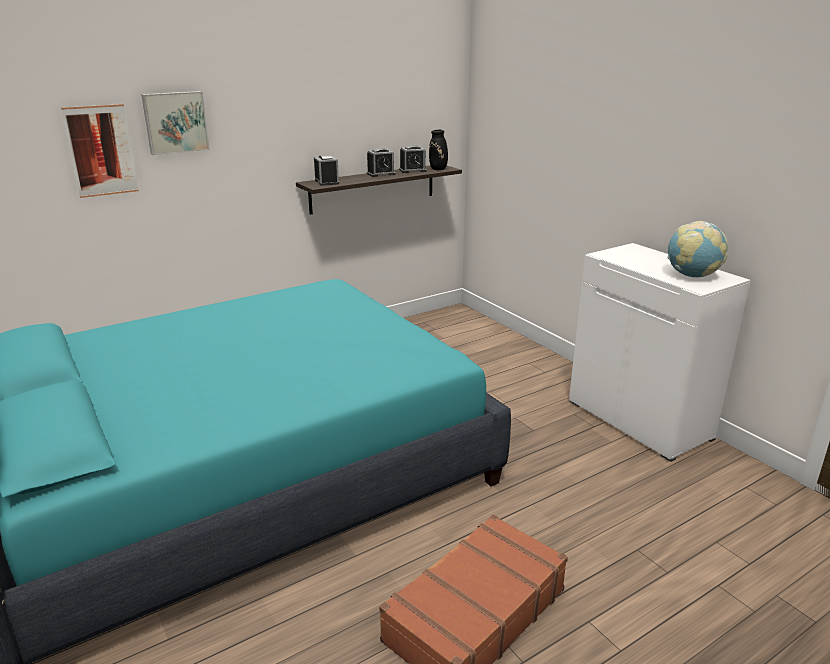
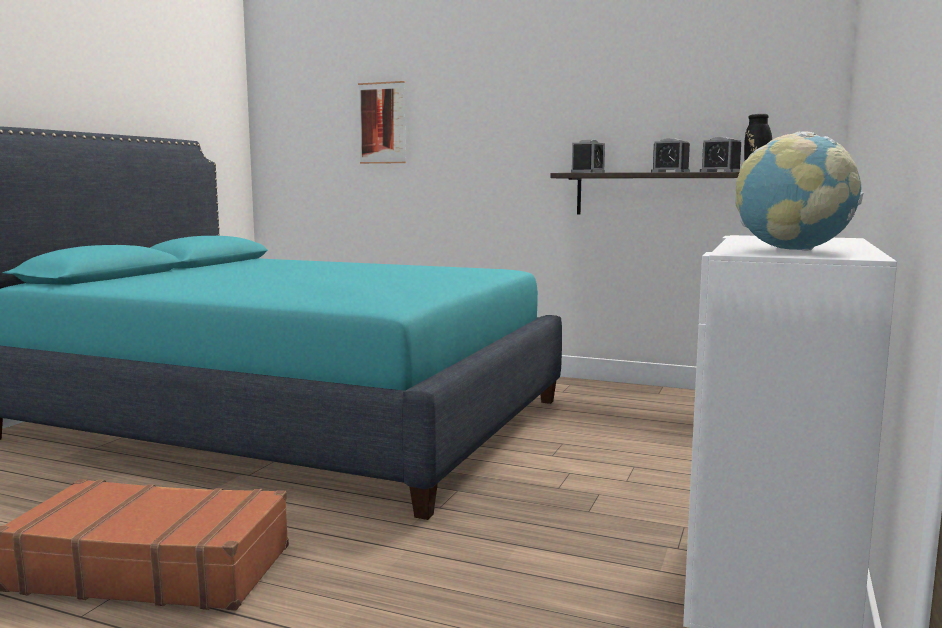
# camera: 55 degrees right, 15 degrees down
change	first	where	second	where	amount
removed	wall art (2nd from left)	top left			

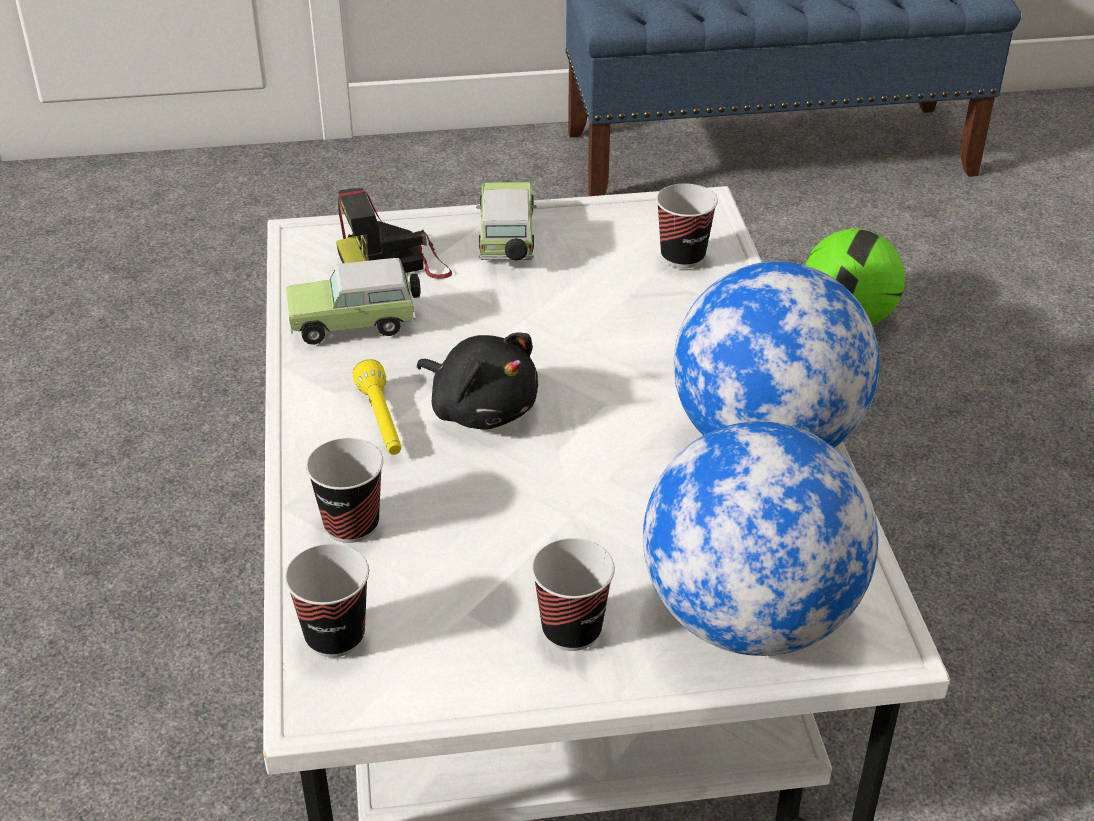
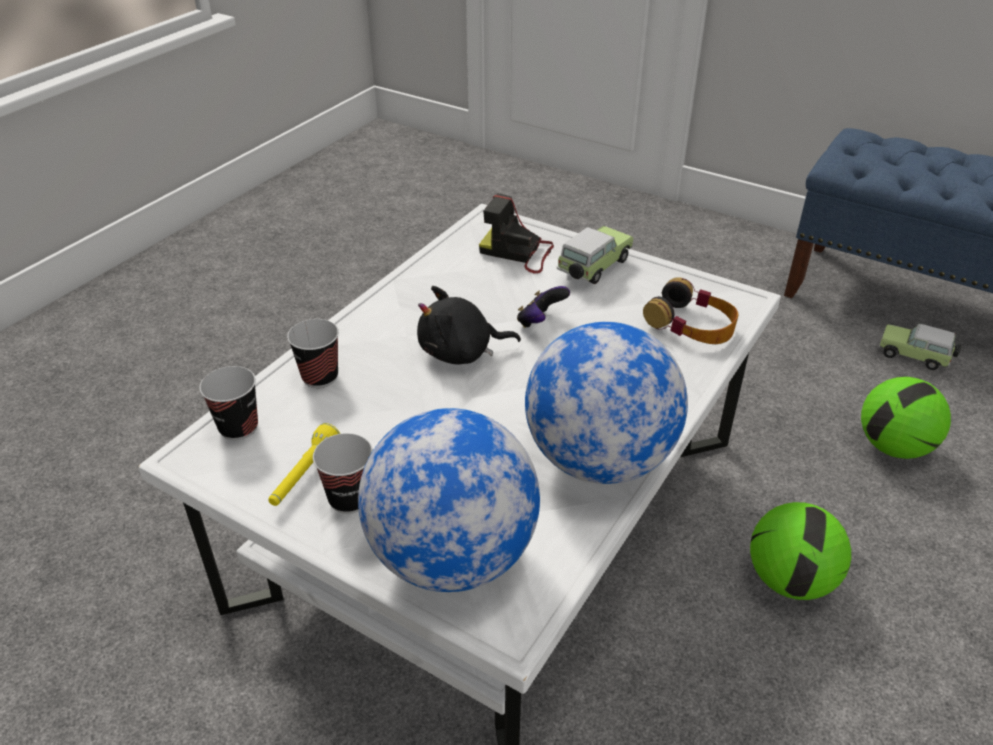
# camera: 40 degrees right, 0 degrees up
change	first	where	second	where	amount
moved	model car (1st from left in the first image)	middle left	model car (2nd from left)	middle right	
moved	yellowish torch	centre		middle left	
turned	black soft toy	centre		centre	90 degrees clockwise
replaced	drinking cup (4th from left)	top centre	headphones	middle right	
added			joypad	centre	
added			ball for football (1st from left)	bottom right	

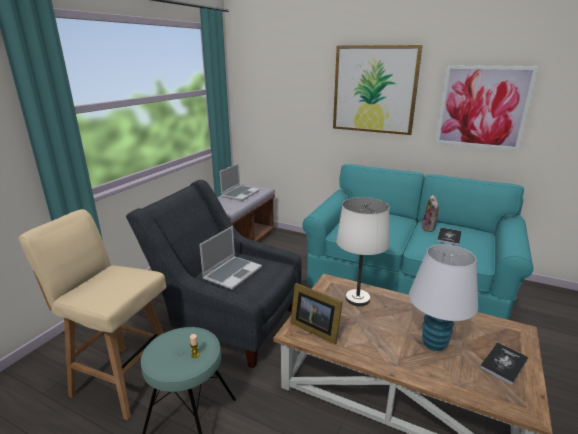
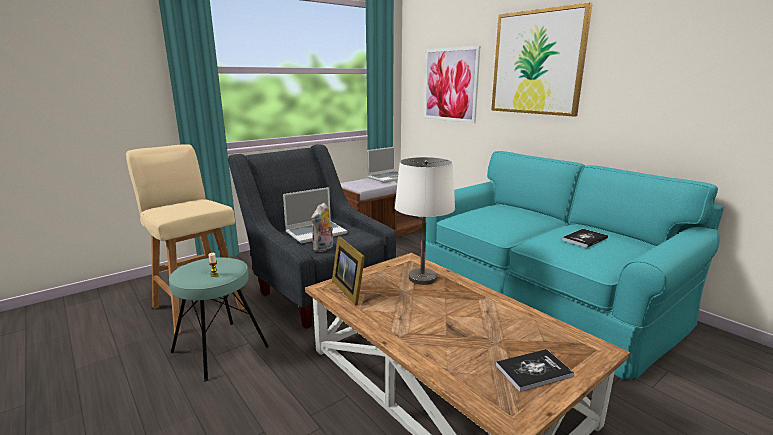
# camera: 25 degrees right, 5 degrees down
change	first	where	second	where	amount
removed	white lamp for a table (2nd from left)	bottom right			
moved	soft toy	middle right		centre	
moved	wall art (2nd from left in the first image)	top right	wall art (1st from left)	top centre	

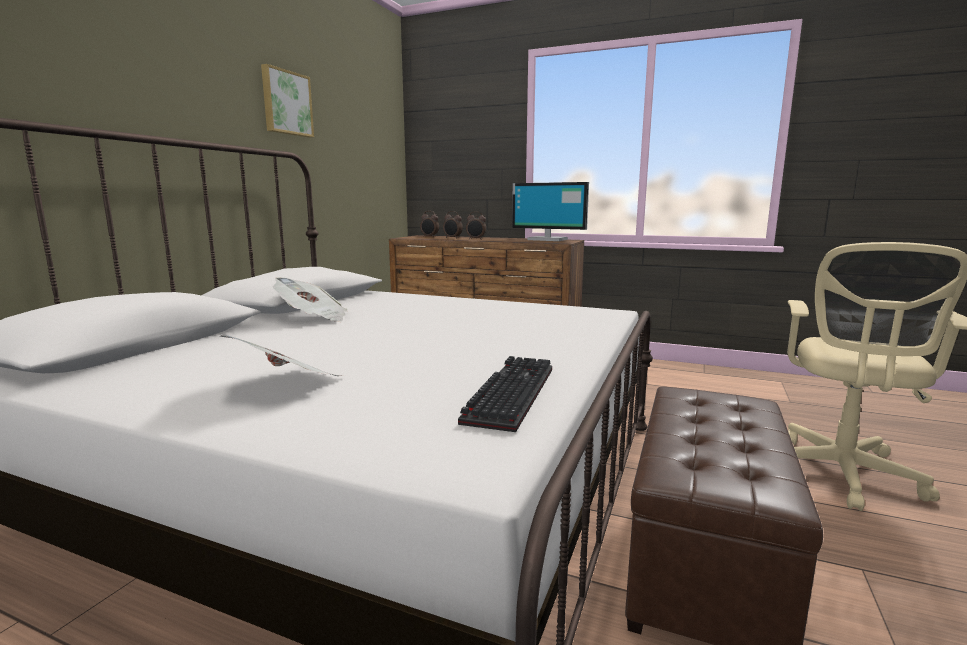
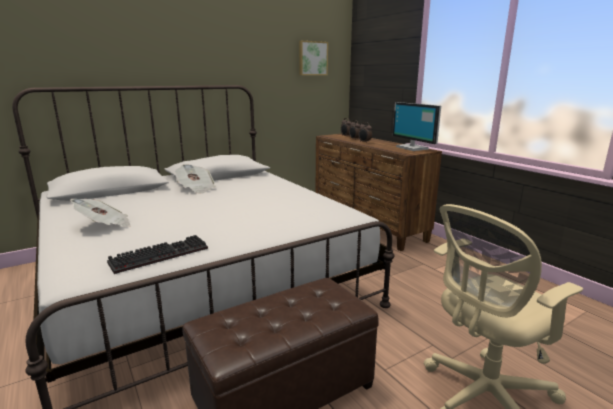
# camera: 35 degrees right, 5 degrees up
change	first	where	second	where	amount
moved	wall art	top left		top centre	

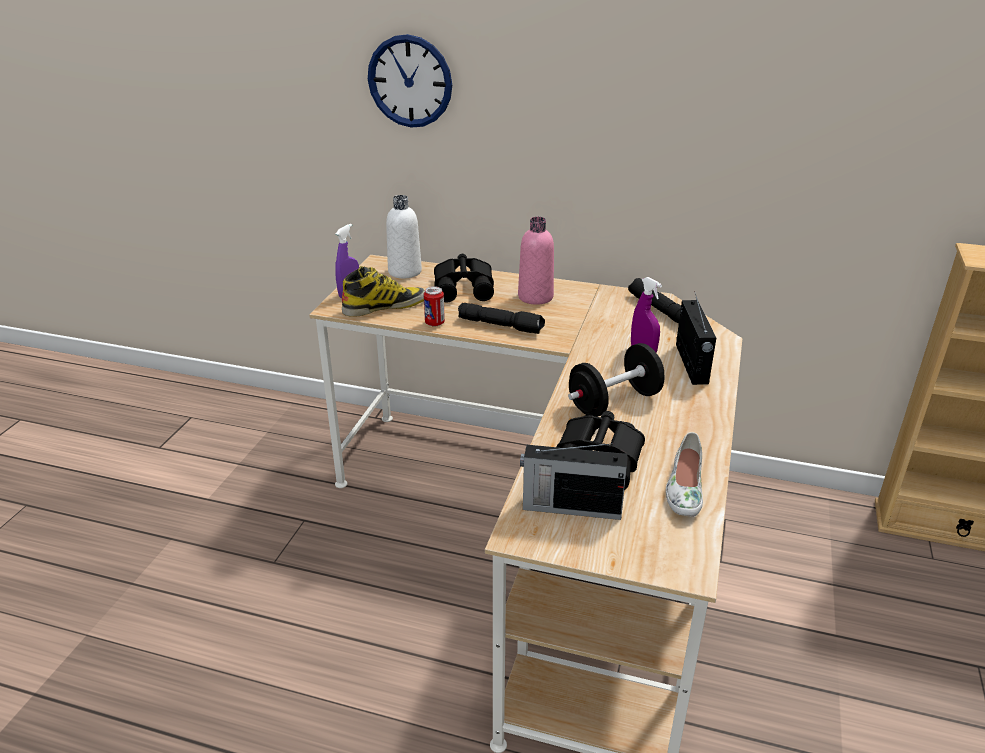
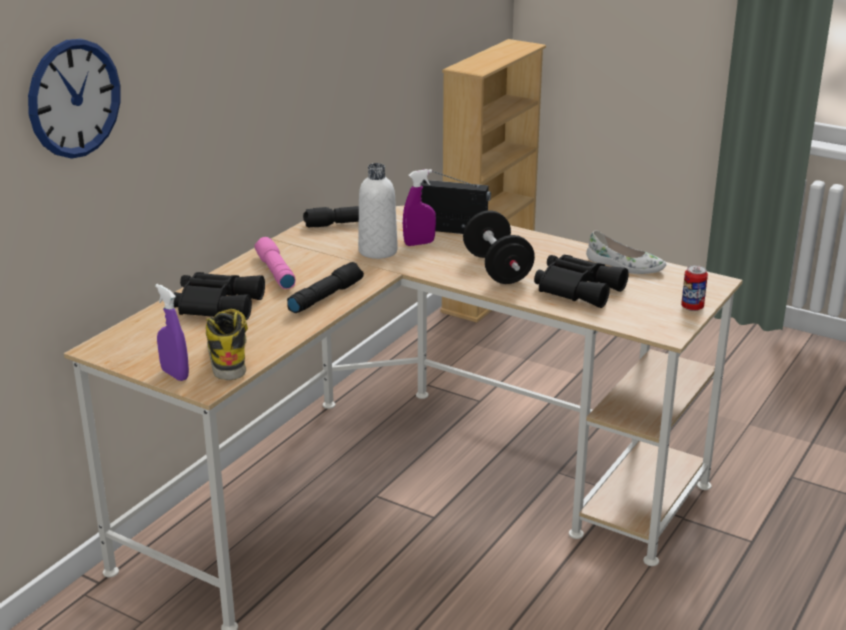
# camera: 75 degrees left, 5 degrees down
change	first	where	second	where	amount
moved	white beverage bottle	top centre		centre	
moved	can	centre		middle right	
replaced	pinkish beverage bottle	centre	pinkish torch	middle left	
removed	radio set (1st from left)	centre			

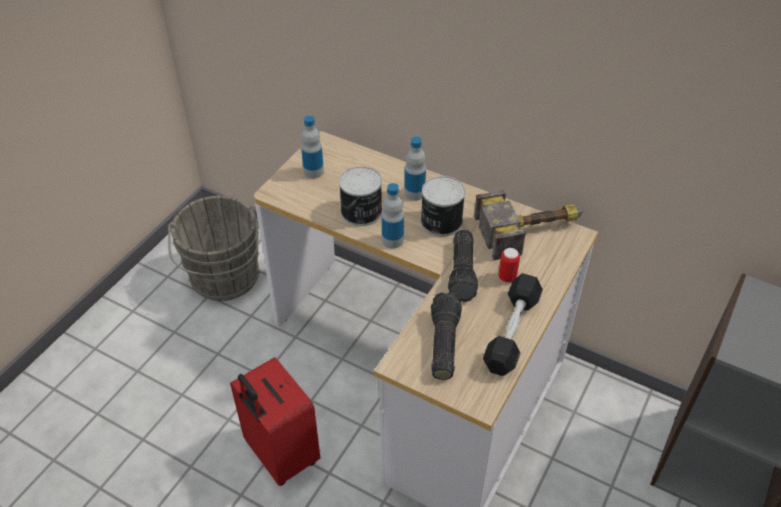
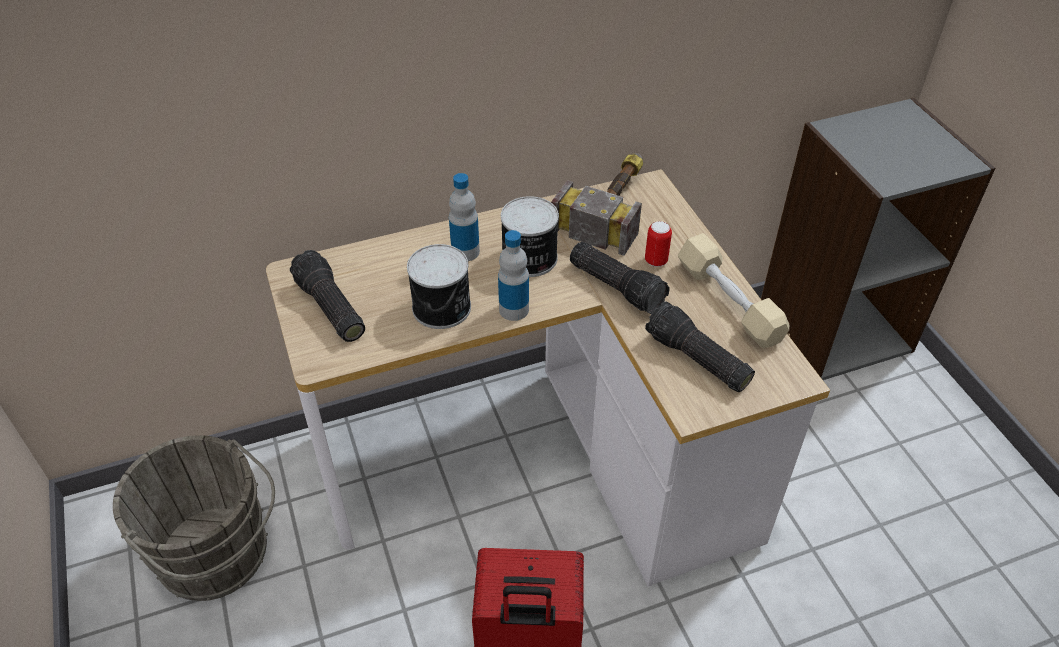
# camera: 50 degrees left, 0 degrees up
change	first	where	second	where	amount
replaced	beverage bottle (1st from left)	top centre	torch (1st from left)	middle left	
recoloured	black dumbbell	centre	sand-coloured dumbbell	middle right	

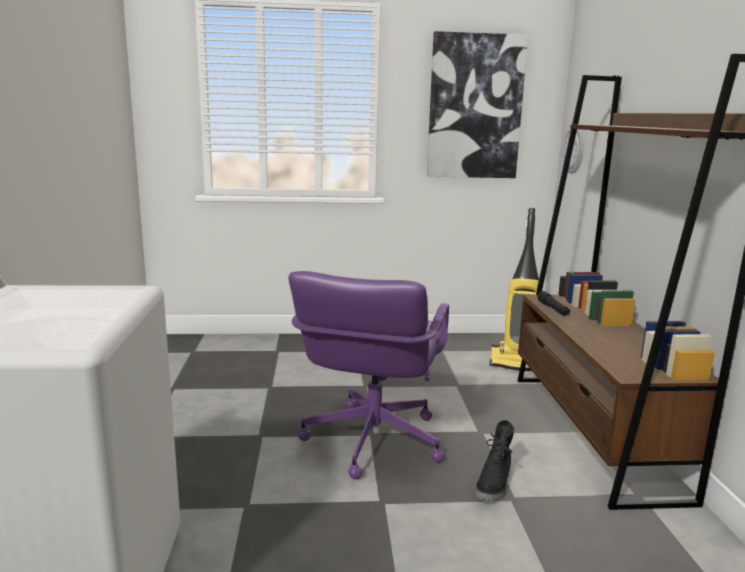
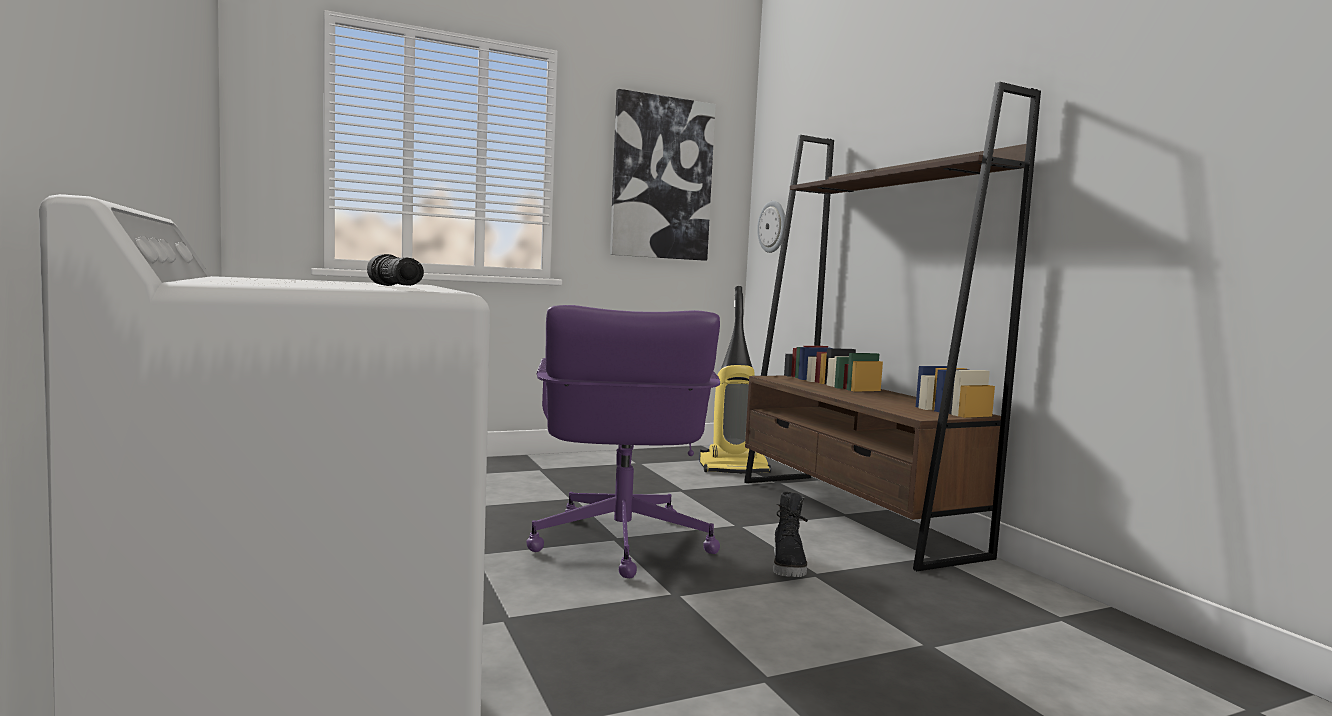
# camera: 20 degrees left, 10 degrees down
change	first	where	second	where	amount
moved	black torch	middle right		middle left	

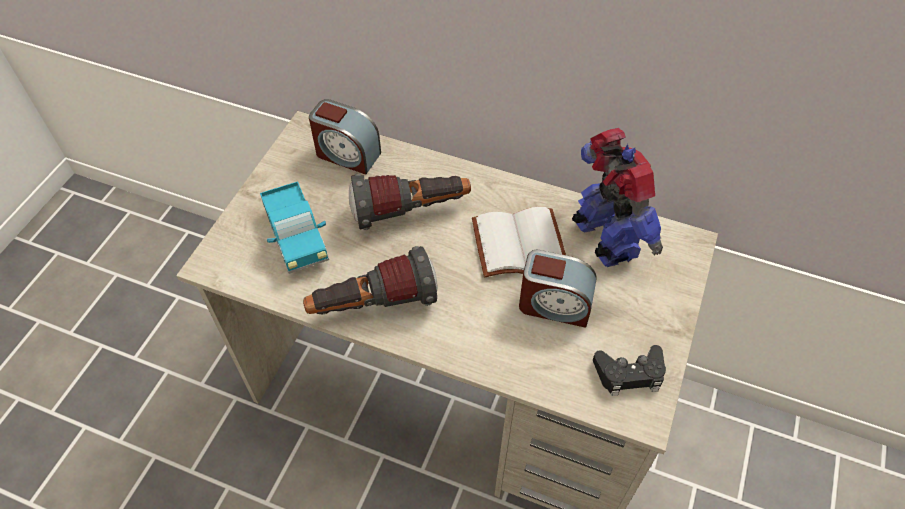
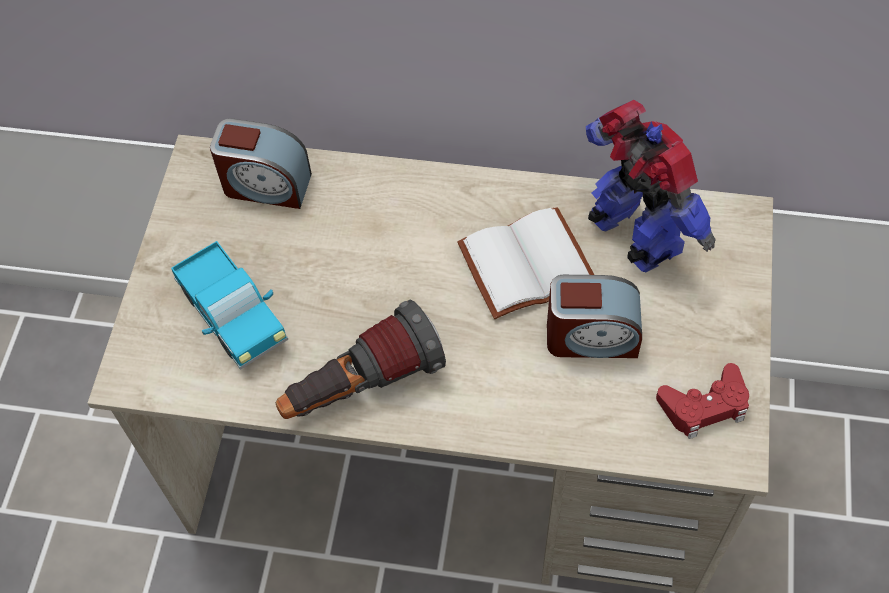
# camera: 10 degrees left, 5 degrees up
change	first	where	second	where	amount
removed	torch (2nd from left)	centre			
recoloured	black joypad	bottom right	reddish joypad	bottom right	

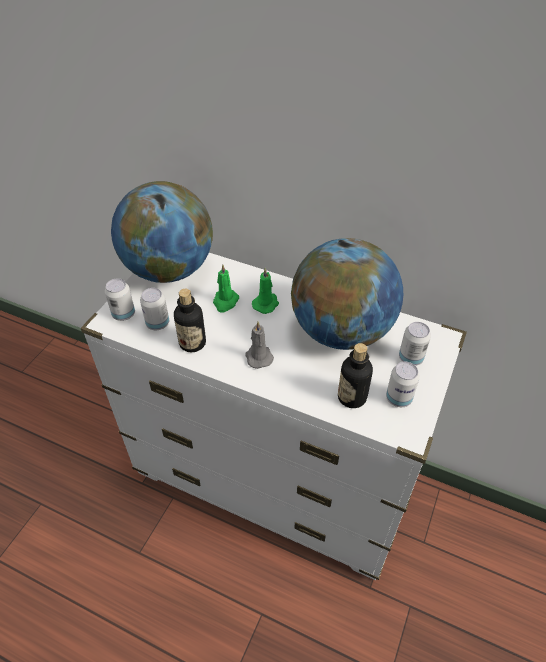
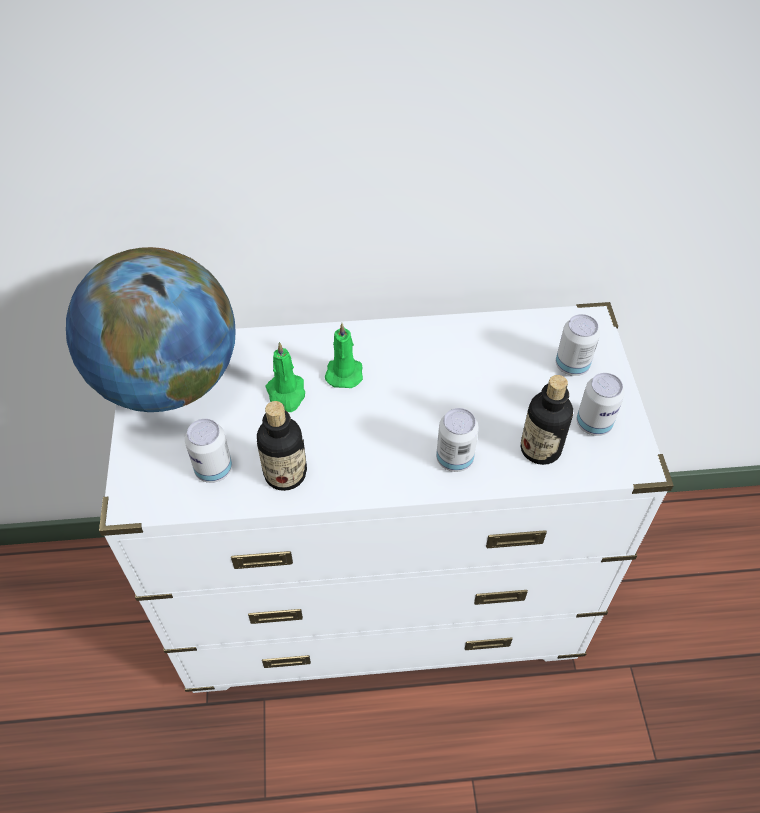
# camera: 30 degrees left, 5 degrees up
change	first	where	second	where	amount
moved	can (1st from left in the first image)	middle left	can (2nd from left)	centre	
removed	grey wax candle	centre			
removed	desk globe (2nd from left)	centre			

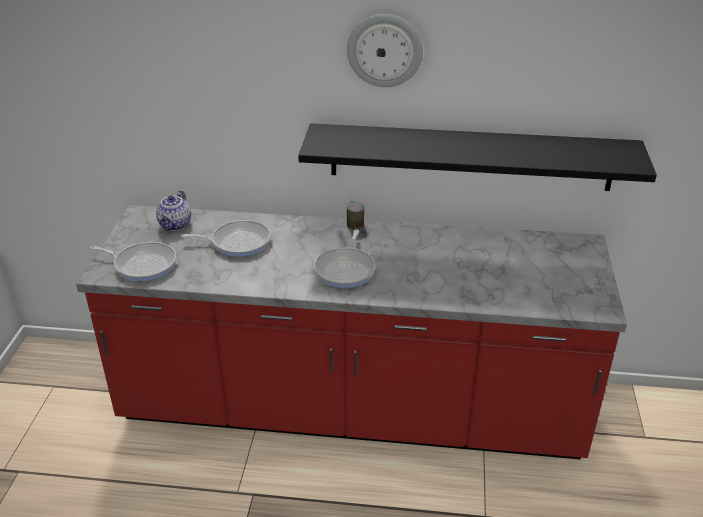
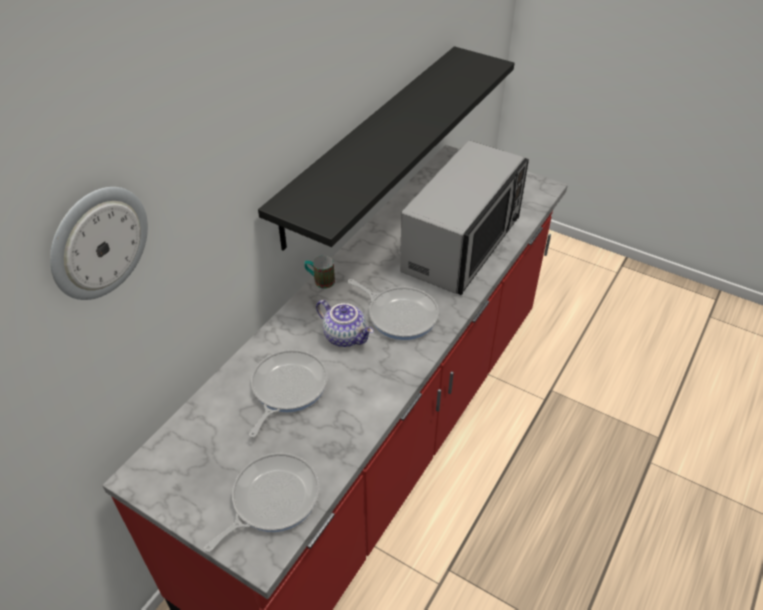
# camera: 65 degrees left, 10 degrees up
change	first	where	second	where	amount
moved	teapot	middle left		centre	
moved	wall clock	top centre		middle left	
added			microwave	centre	

